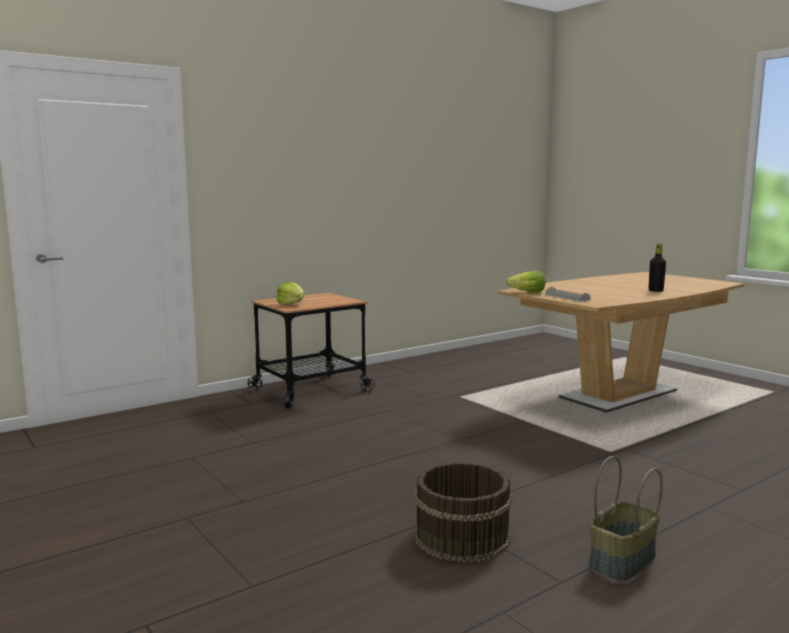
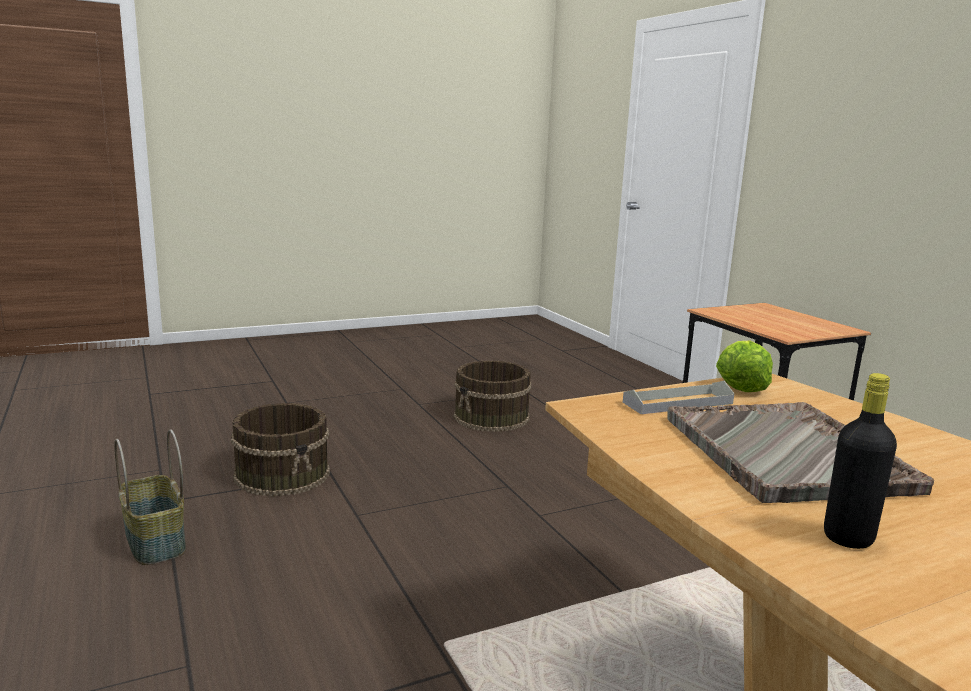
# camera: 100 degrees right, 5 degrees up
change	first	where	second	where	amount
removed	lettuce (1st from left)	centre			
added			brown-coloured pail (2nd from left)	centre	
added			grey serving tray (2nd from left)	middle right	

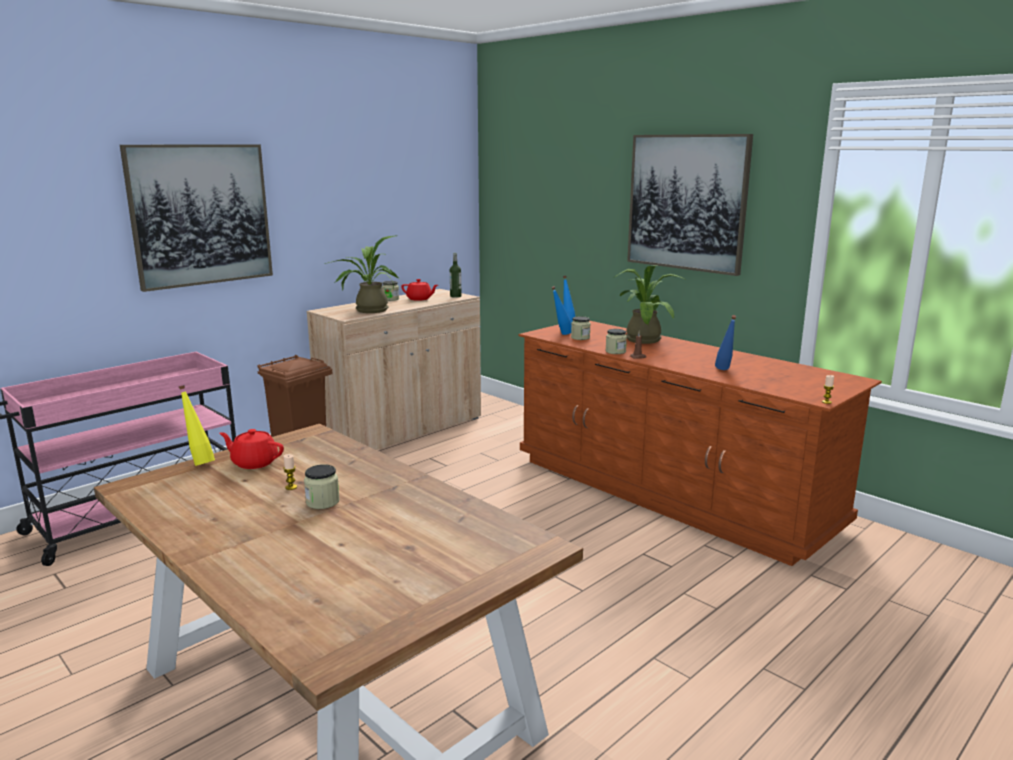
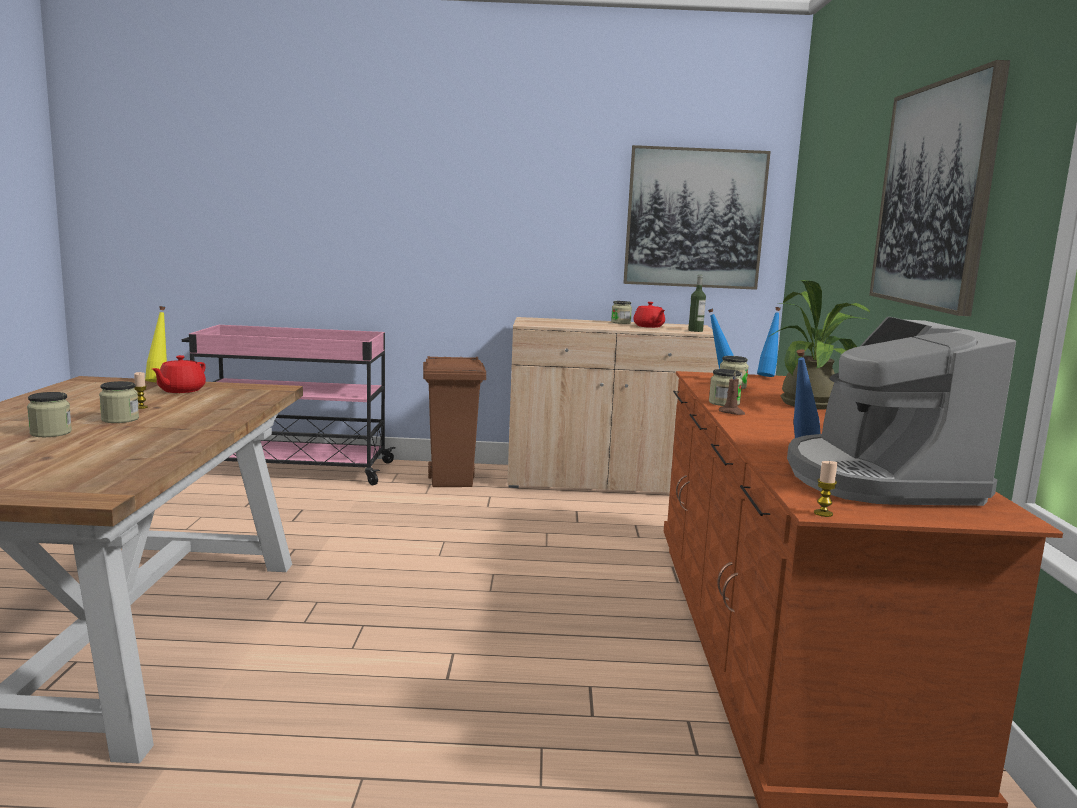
# camera: 45 degrees right, 5 degrees down
change	first	where	second	where	amount
moved	wall art (1st from left)	top left		top centre	
turned	reddish teapot (1st from left)	middle left		middle left	135 degrees counterclockwise
removed	potted plant (1st from left)	centre			
added			storage jar (1st from left)	middle left	
added			coffee maker	middle right	

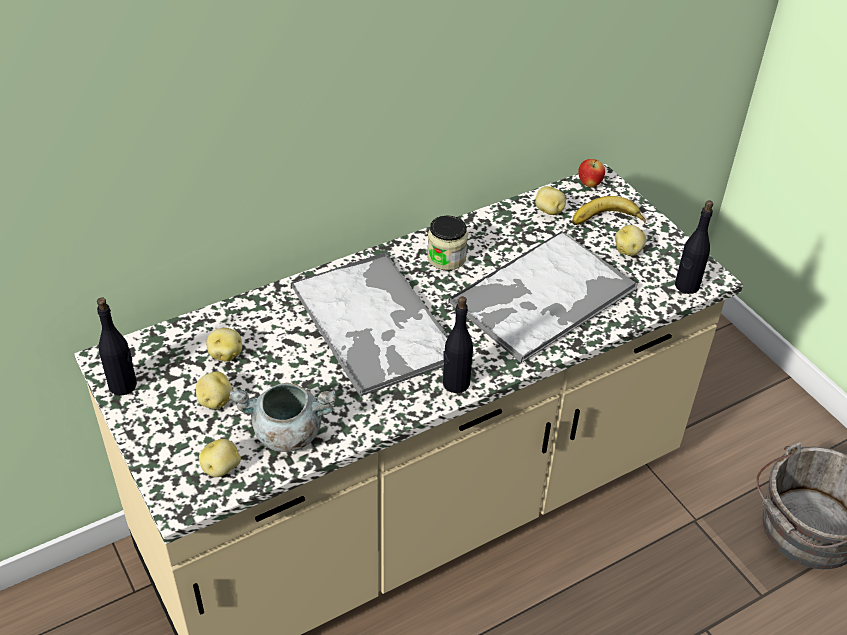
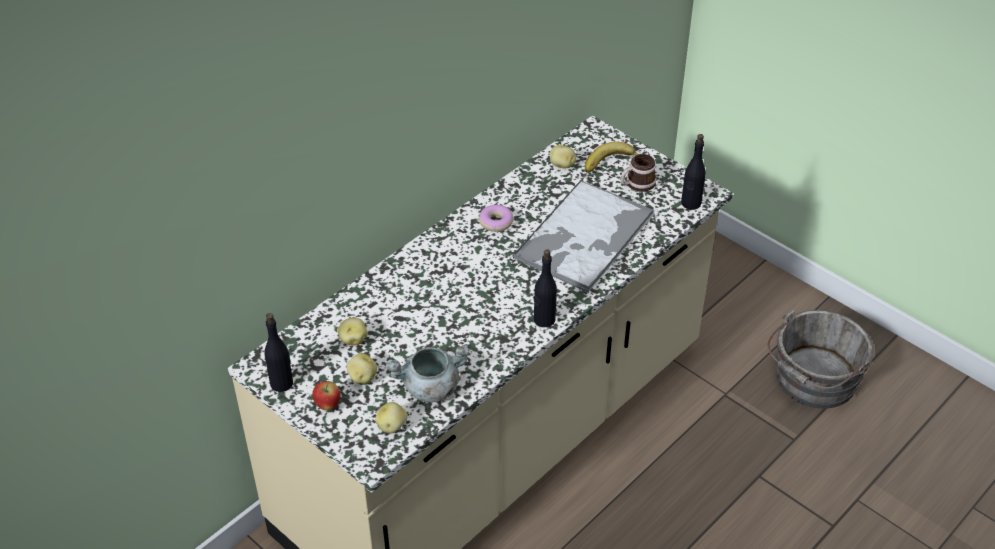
# camera: 15 degrees left, 0 degrees up
change	first	where	second	where	amount
removed	serving tray (1st from left)	centre			
replaced	storage jar	centre	ring doughnut	centre	
moved	apple	top right		bottom left	
replaced	whole potato (5th from left)	middle right	coffee mug	top centre	

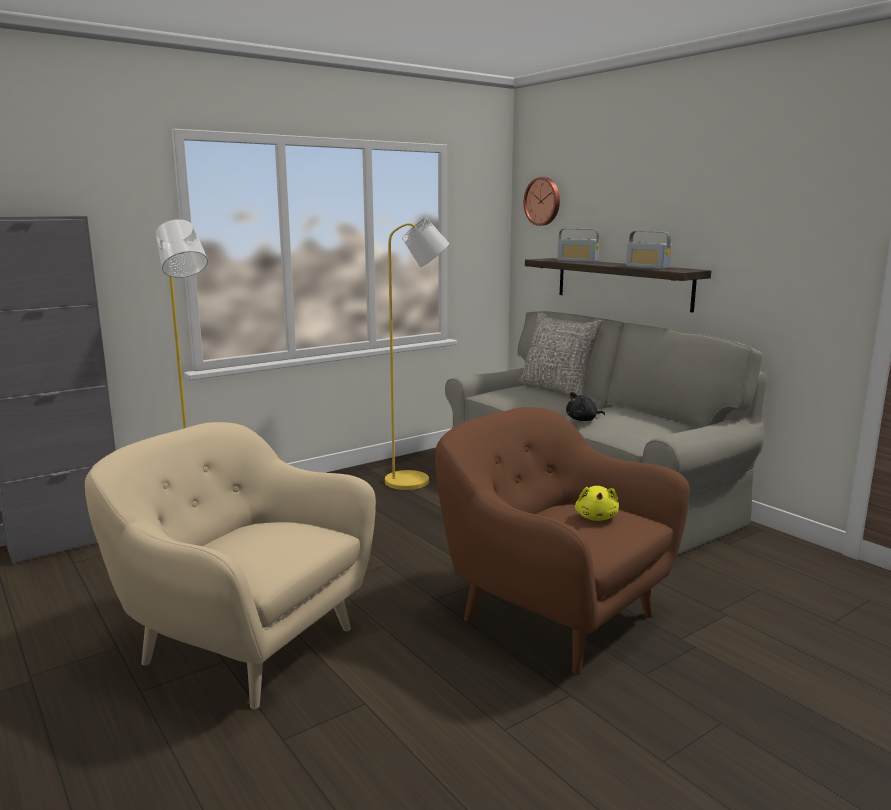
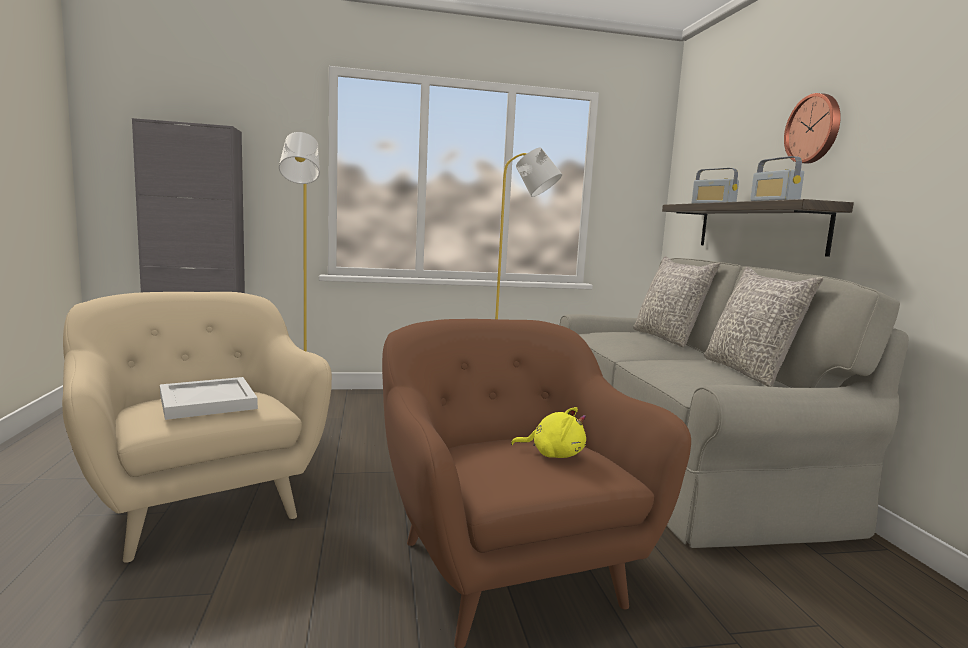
# camera: 25 degrees right, 5 degrees down
change	first	where	second	where	amount
moved	wall clock	top centre		top right	
removed	black soft toy	centre			
turned	yellowish soft toy	middle right		bottom centre	105 degrees counterclockwise
added			white serving tray	middle left	
added			grey throw pillow (2nd from left)	middle right	

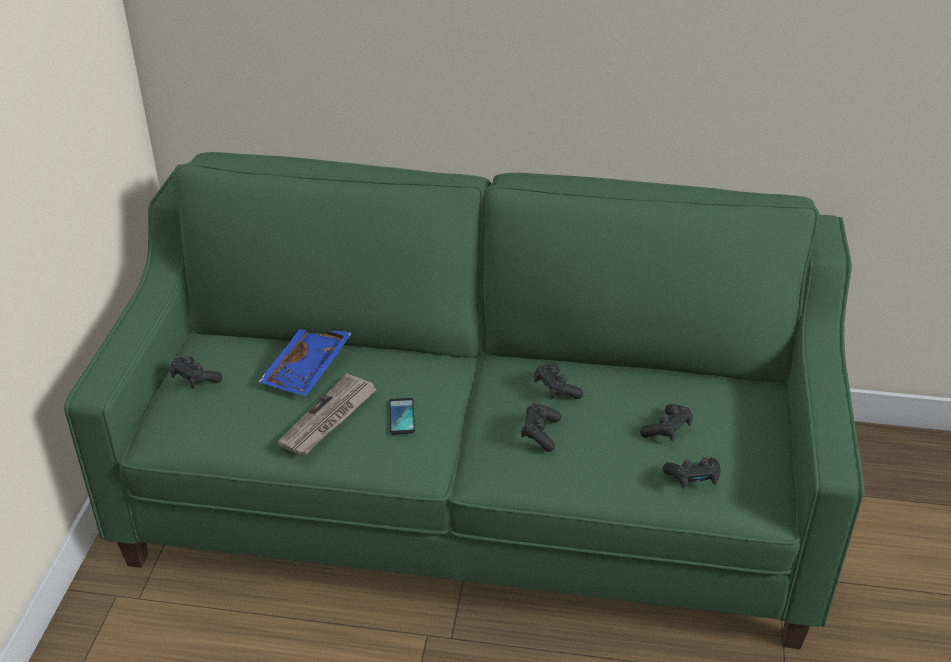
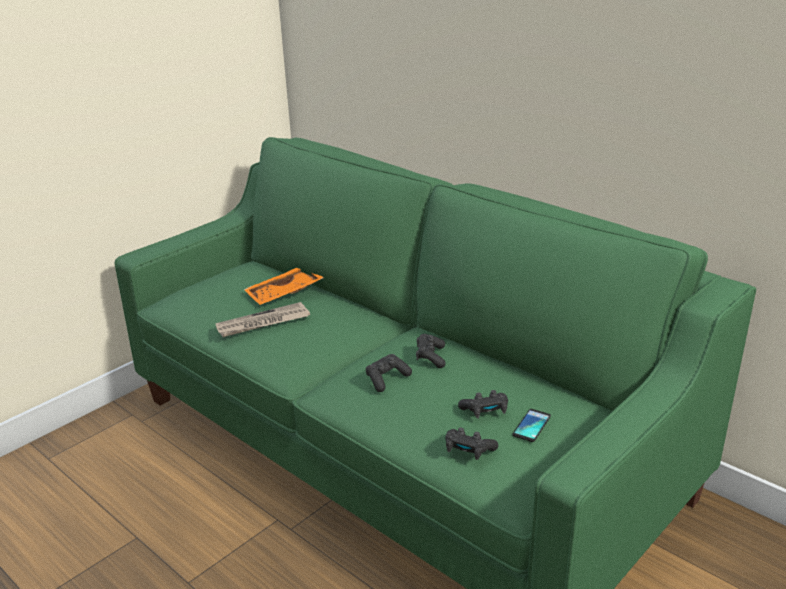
# camera: 35 degrees right, 10 degrees down
change	first	where	second	where	amount
removed	black joypad (1st from left)	middle left			
recoloured	blue-coloured serving tray	middle left	orange-coloured serving tray	centre	
moved	telephone	centre		bottom right	

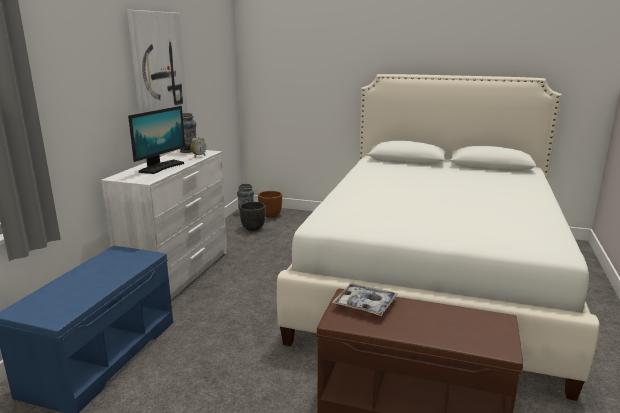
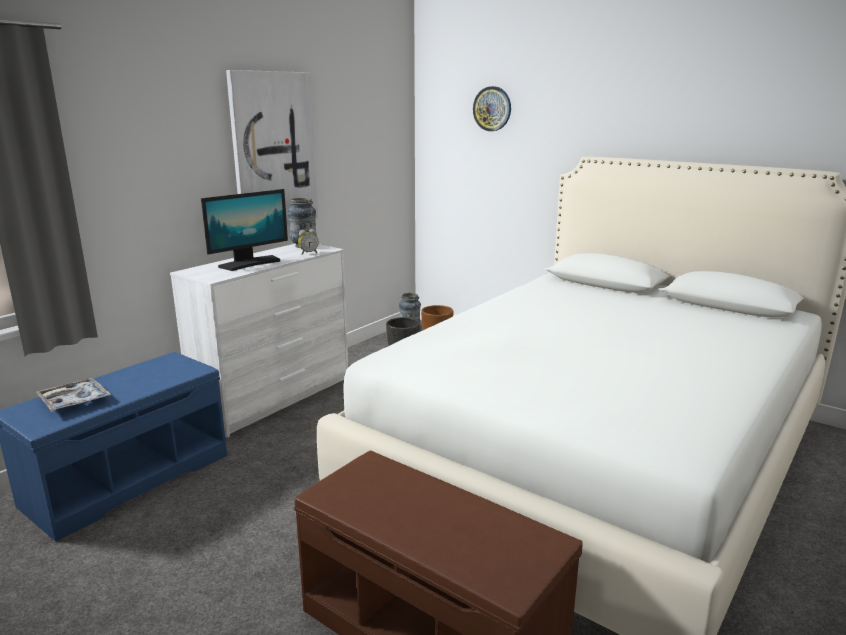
# camera: 20 degrees right, 0 degrees up
change	first	where	second	where	amount
moved	serving tray	bottom centre		middle left	
added			wall clock	top centre	

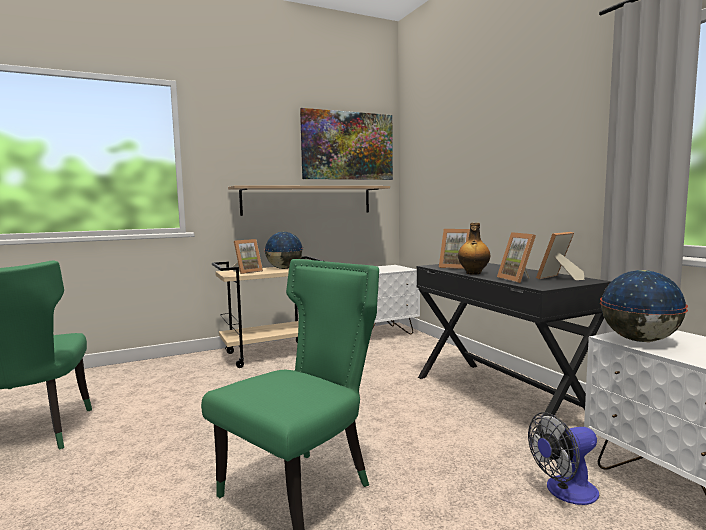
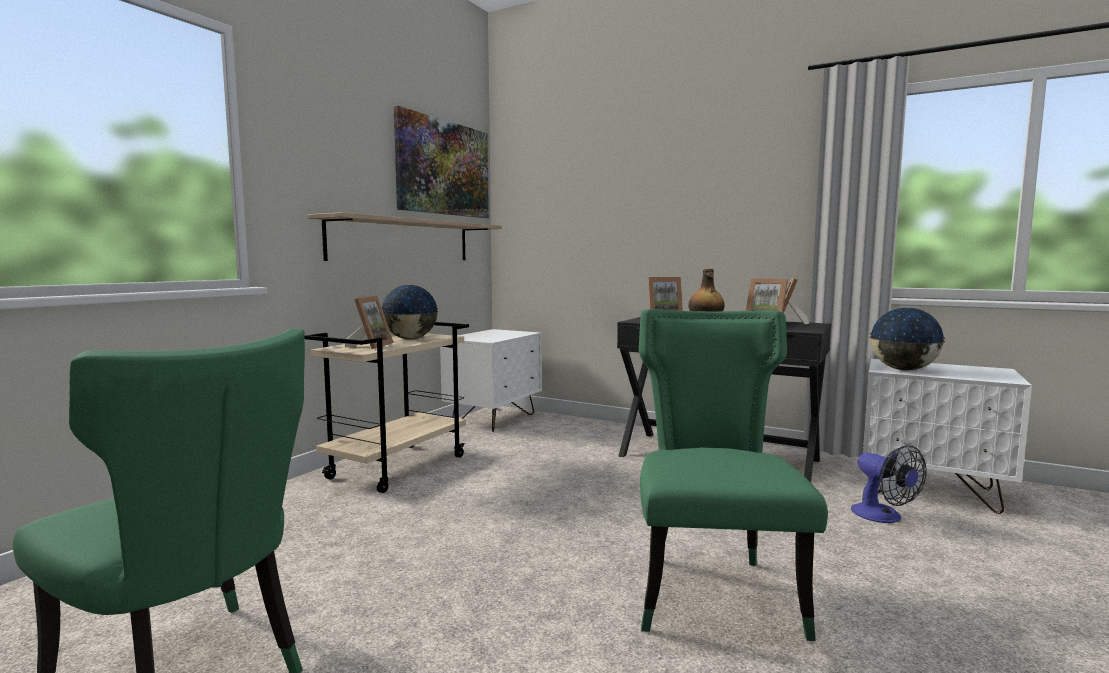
# camera: 35 degrees left, 0 degrees up
change	first	where	second	where	amount
turned	electric fan	bottom right		bottom right	60 degrees counterclockwise

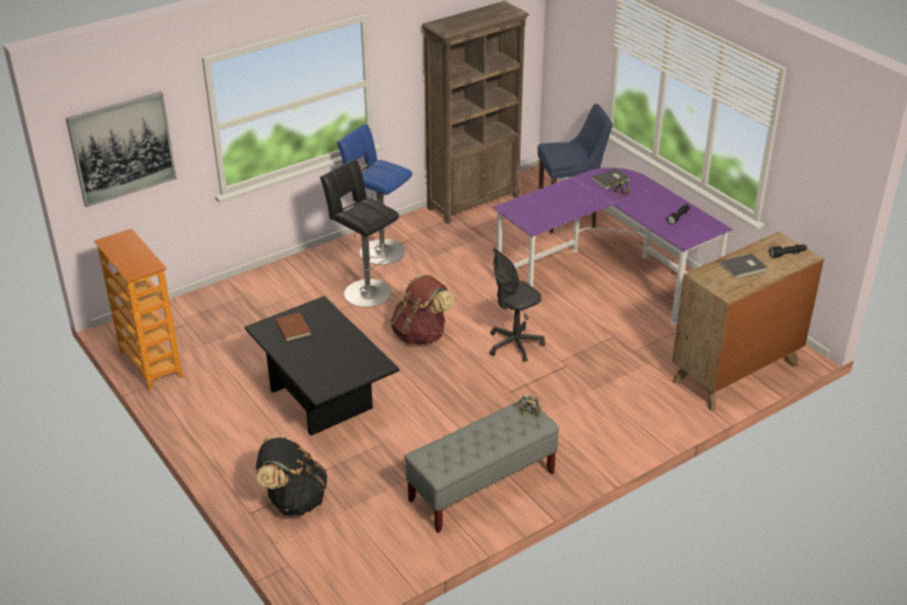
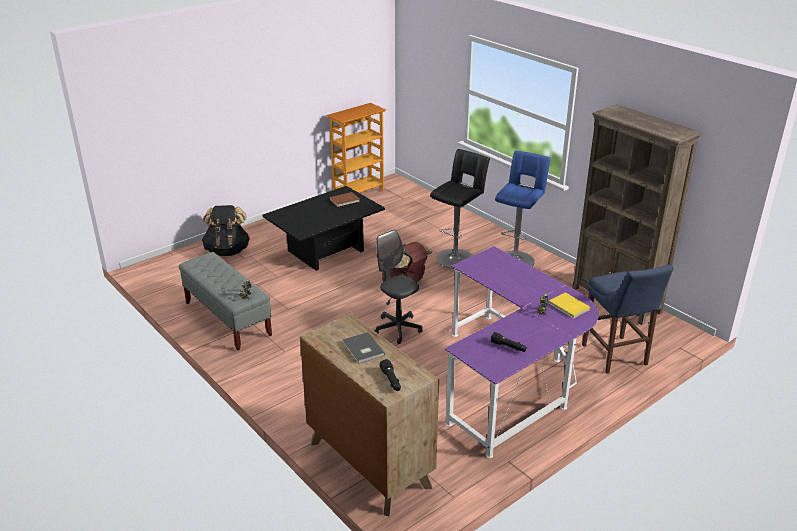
# camera: 85 degrees right, 5 degrees down
change	first	where	second	where	amount
removed	wall art	top left			
recoloured	grey volume (1st from left)	top right	yellowish volume	middle right	

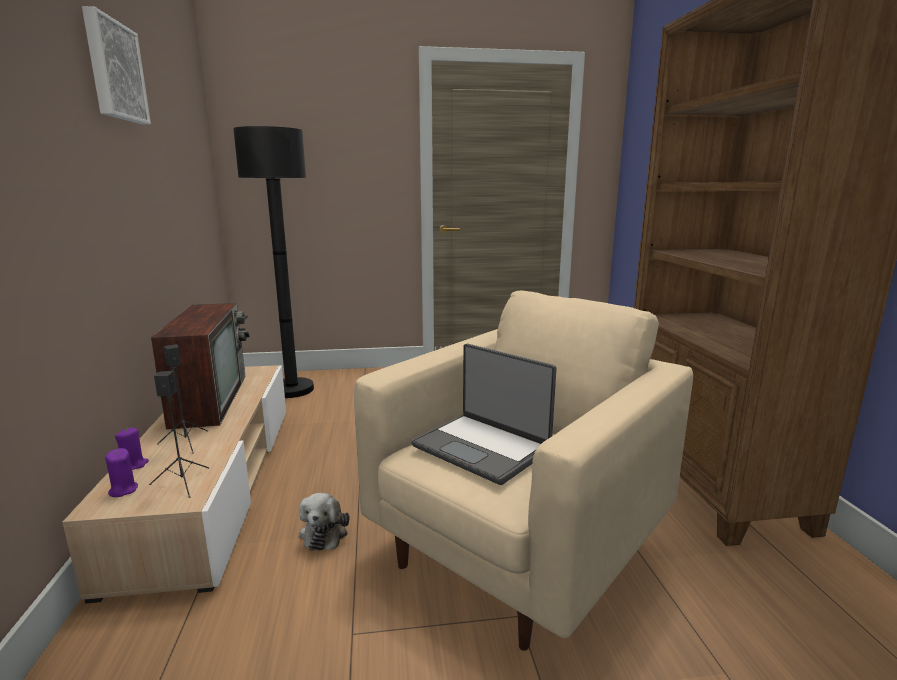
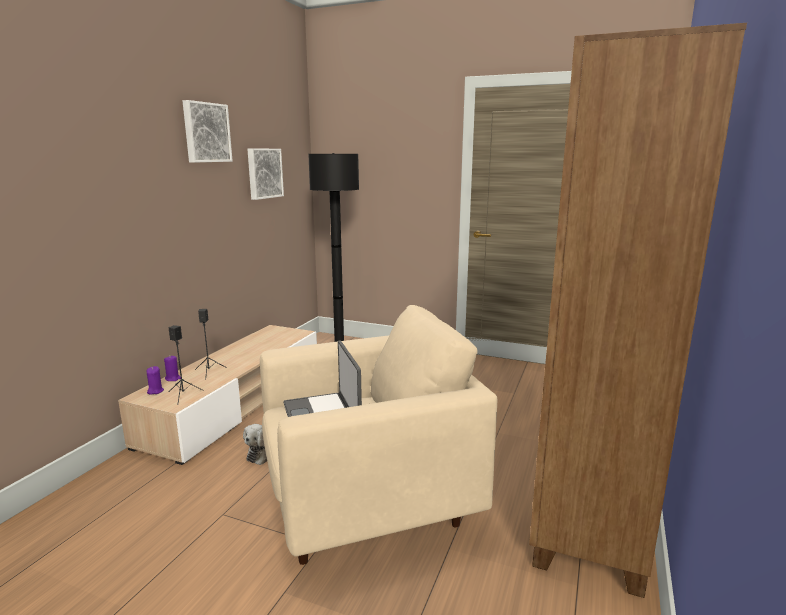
# camera: 30 degrees right, 0 degrees up
change	first	where	second	where	amount
removed	television	middle left			
added			wall art (2nd from left)	top centre	

